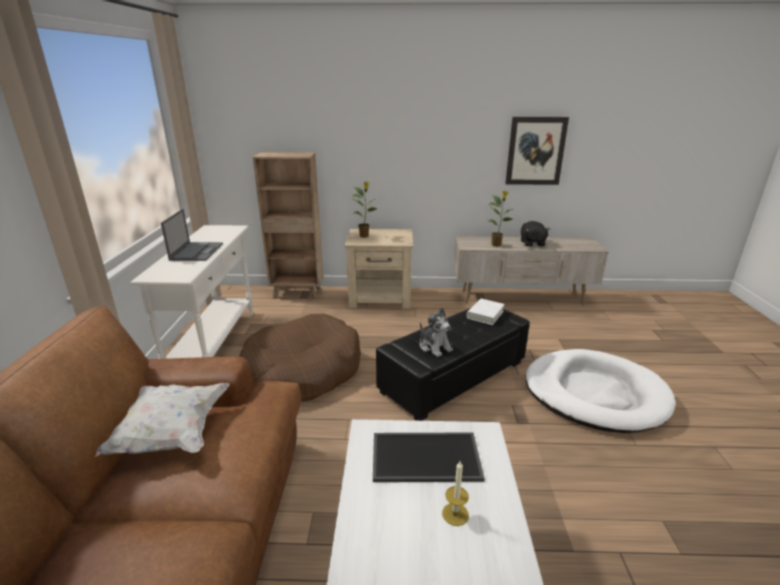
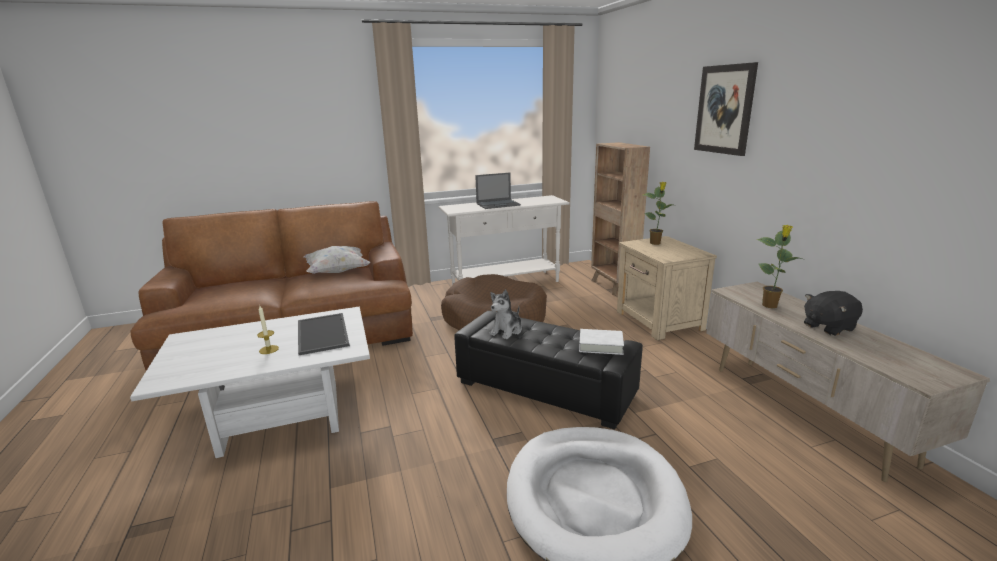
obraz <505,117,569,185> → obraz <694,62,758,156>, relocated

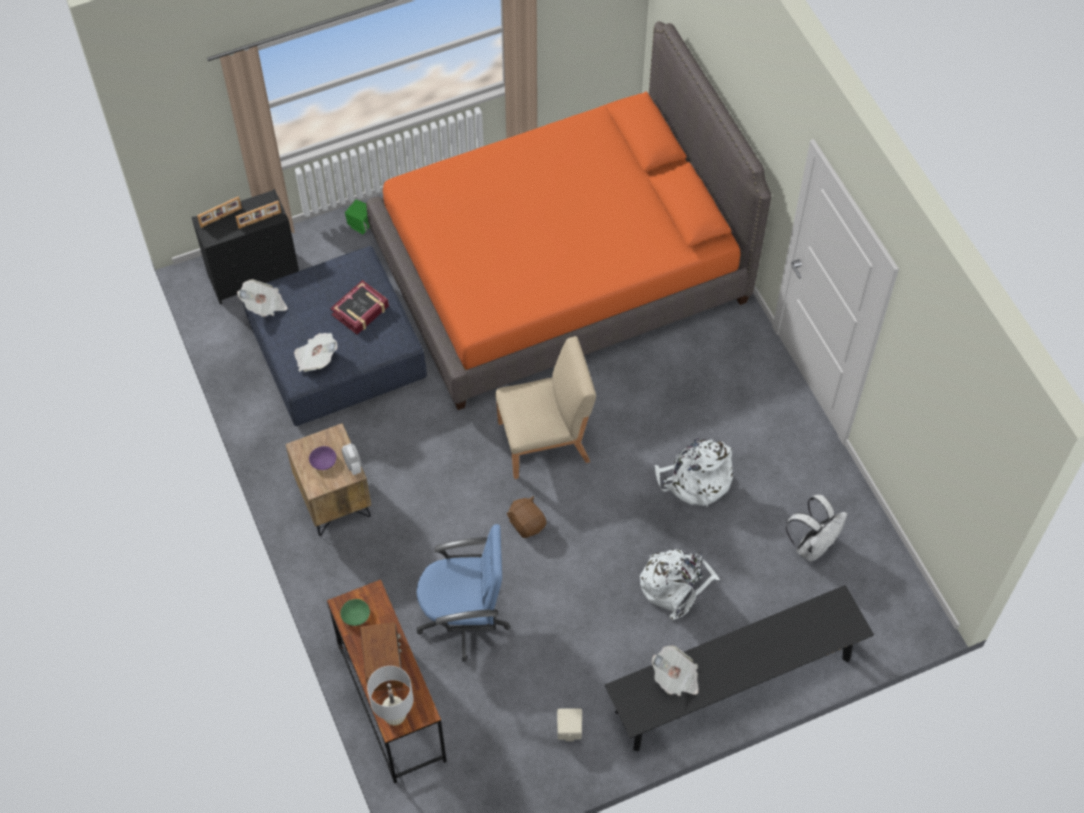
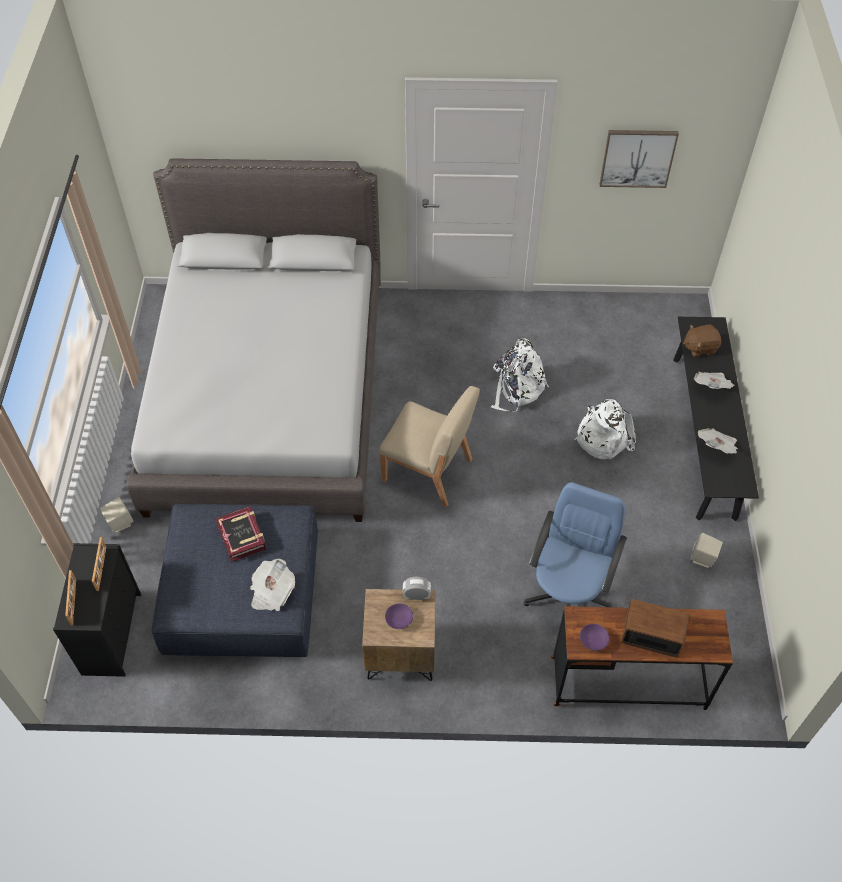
gazeta <237,279,287,317> → gazeta <694,372,735,389>, relocated
miska/zielony <340,599,370,626> → miska/fioletowy <580,624,609,651>
głośnik/zielony <345,200,369,234> → głośnik/beżowy <100,497,133,532>
łóżko/pomarańczowy <366,21,771,410> → łóżko/szary <126,158,381,522>
lampa stołowa/biały <367,666,414,726> → -
krzesło/beżowy <495,336,596,479> → krzesło/beżowy <379,386,480,507>, 105 degrees clockwise
pluszak/brązowy <506,496,546,538> → pluszak/brązowy <683,325,721,357>, relocated
plecak/biały <785,495,848,562> → -
- → obraz <600,130,679,188>

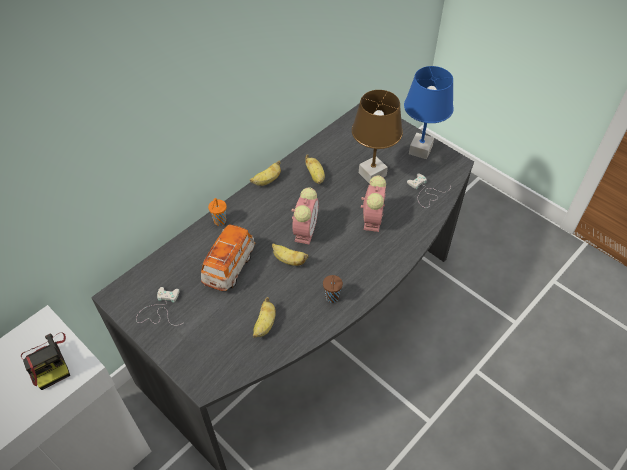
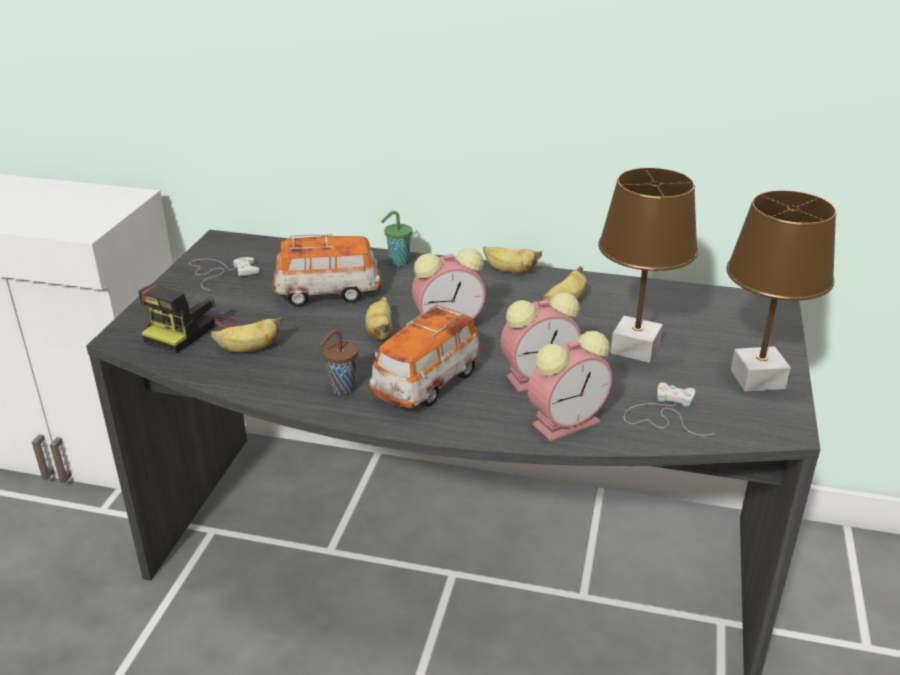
aparat fotograficzny <21,333,70,390> → aparat fotograficzny <138,284,237,353>, relocated
filiżanka/pomarańczowy <208,198,227,226> → filiżanka/zielony <381,211,412,267>
lampa stołowa/niebieski <404,66,454,159> → lampa stołowa/brązowy <726,190,836,392>
- → samochodzik <369,304,481,408>
- → budzik <528,331,612,441>

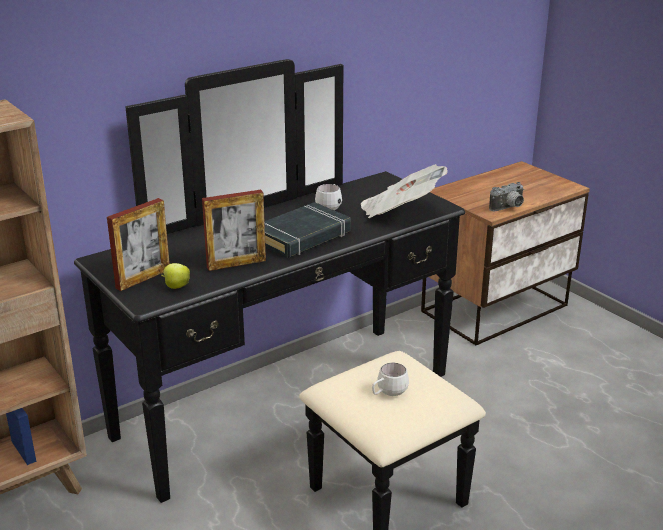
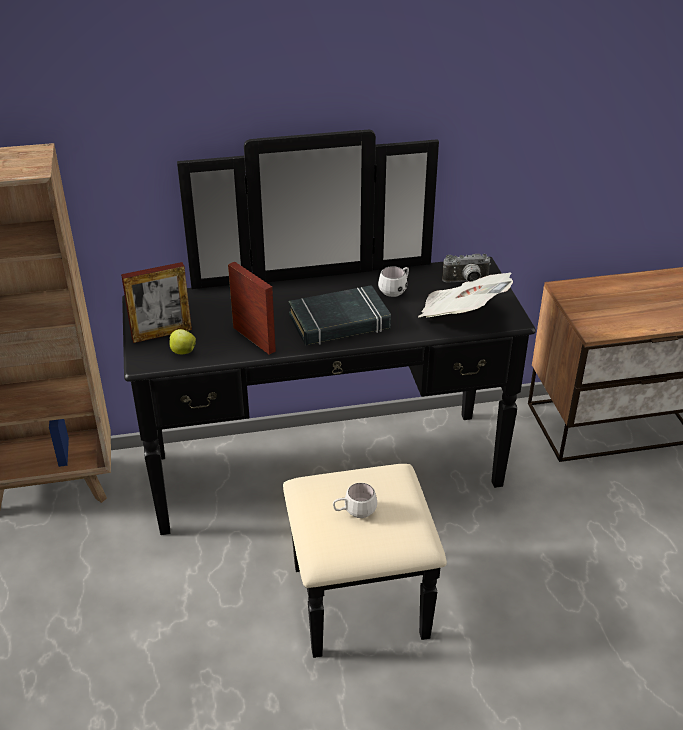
ramka na zdjęcie <202,190,266,271> → ramka na zdjęcie <228,262,276,355>, 135 degrees counterclockwise
aparat fotograficzny <489,182,524,211> → aparat fotograficzny <442,254,491,283>, relocated

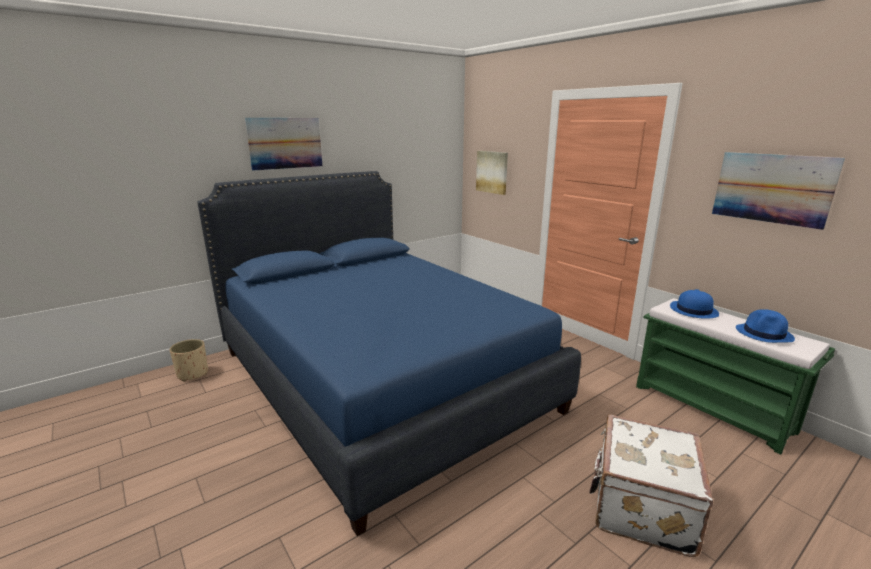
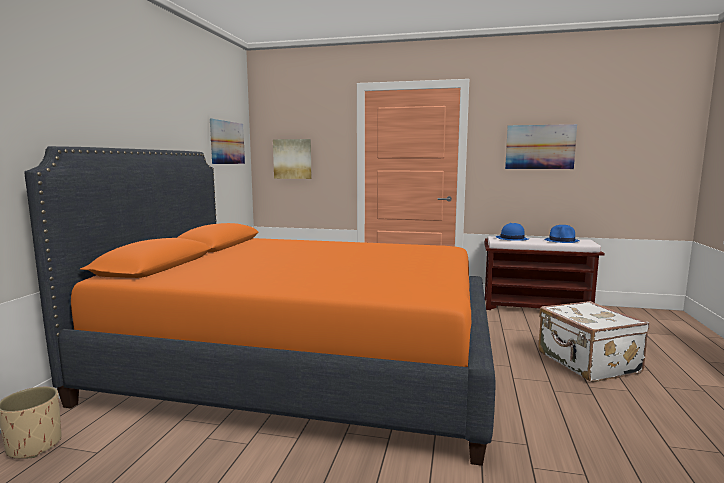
łóżko/niebieski <197,171,581,536> → łóżko/pomarańczowy <25,146,496,466>
obraz <245,118,322,171> → obraz <210,119,245,164>, relocated
ławka/zielony <636,298,835,455> → ławka/brązowy <484,236,605,310>

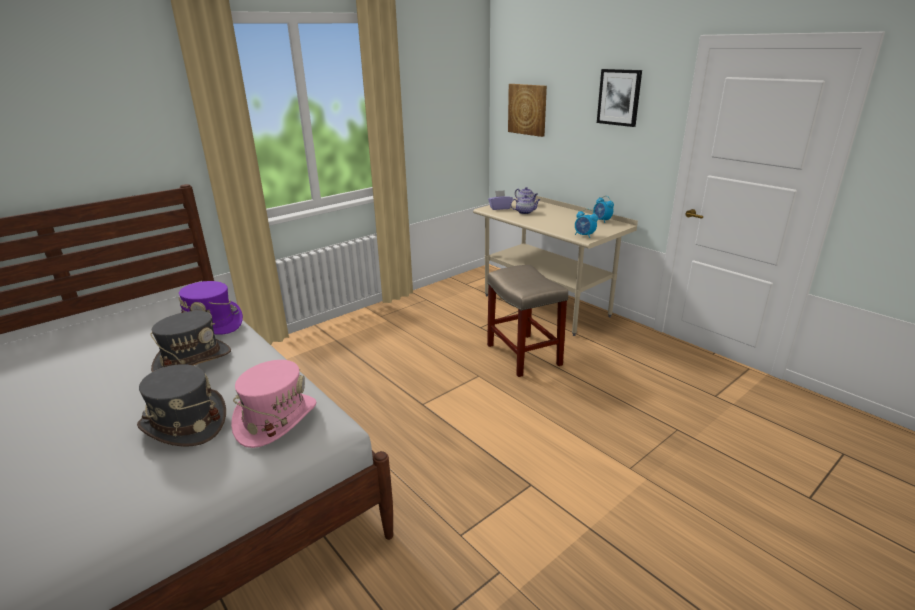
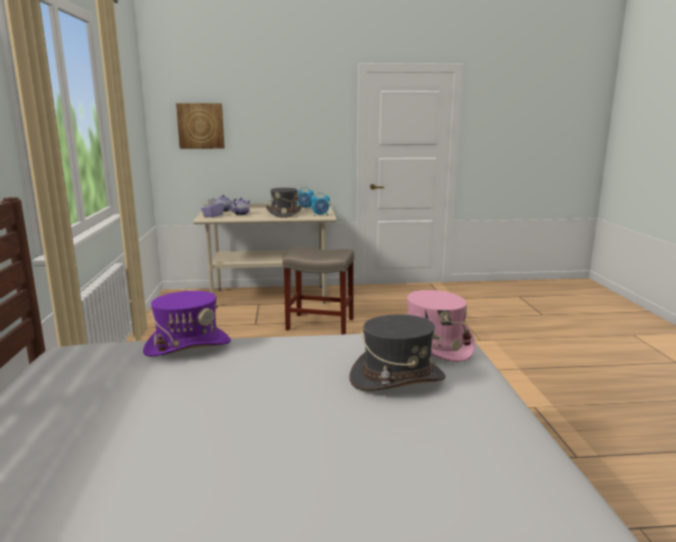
kapelusz/szary <150,311,231,372> → kapelusz/szary <266,188,303,218>, relocated
obraz <597,69,642,127> → -

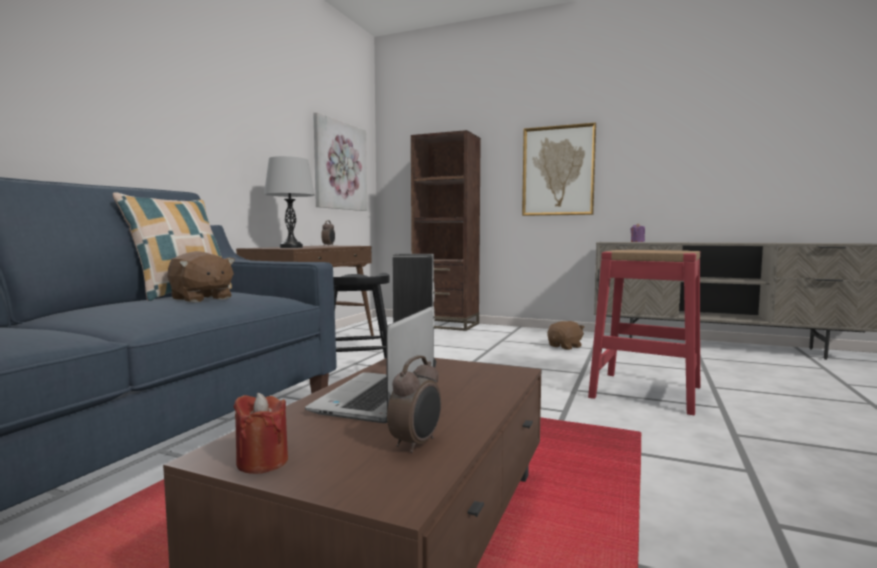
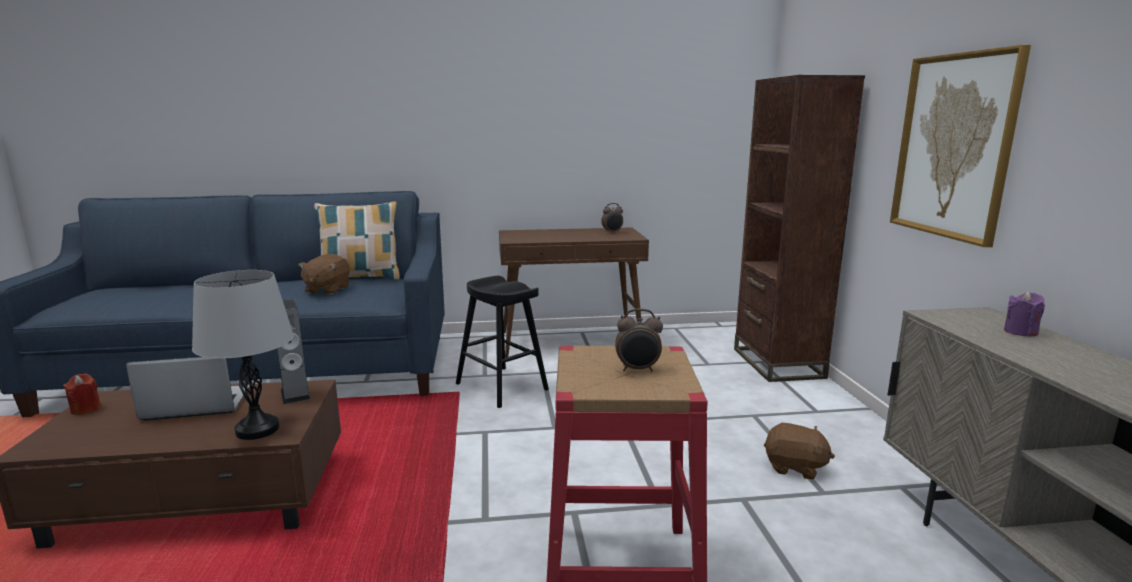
lampa stołowa/szary <264,156,315,248> → lampa stołowa/szary <192,270,294,440>, relocated
obraz <313,112,367,211> → -
budzik <387,355,441,453> → budzik <615,309,663,372>, relocated

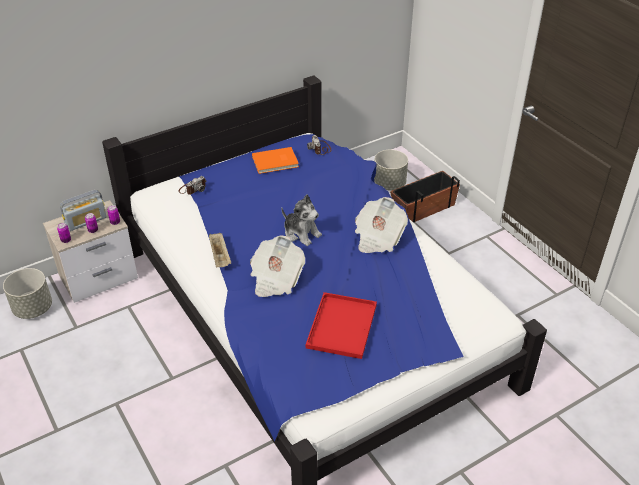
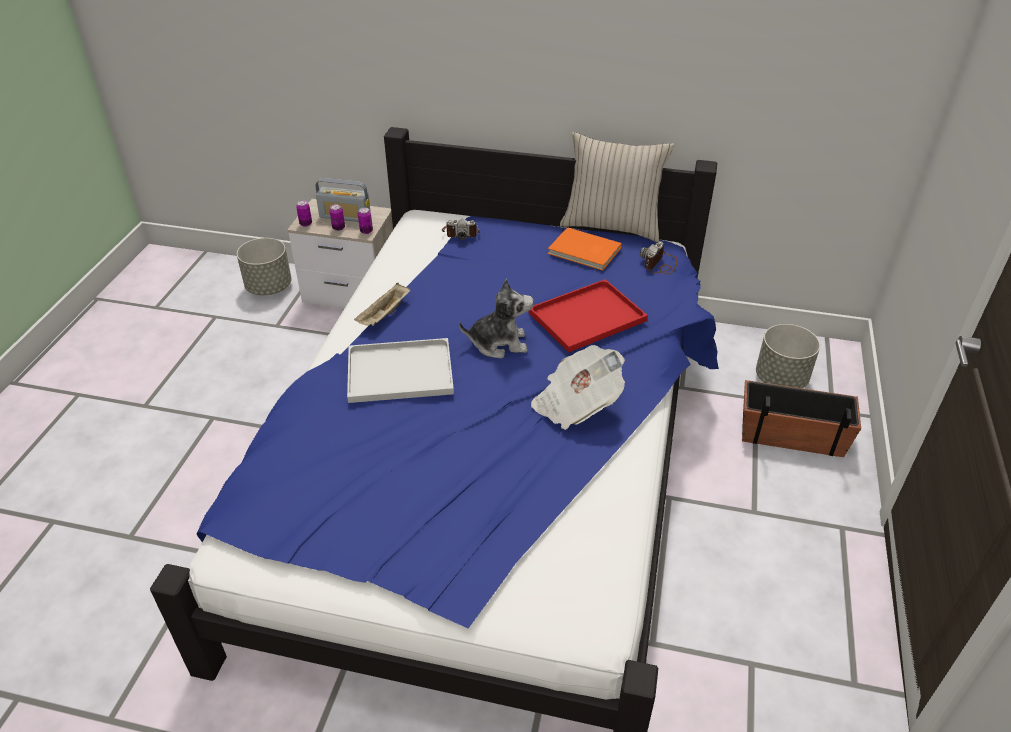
gazeta <250,235,306,297> → taca/biały <347,338,454,403>
pluszak <282,194,322,246> → pluszak <459,278,534,359>, 90 degrees counterclockwise
taca/czerwony <306,292,377,359> → taca/czerwony <529,279,648,353>, relocated
- → poduszka/beżowy <560,132,674,242>

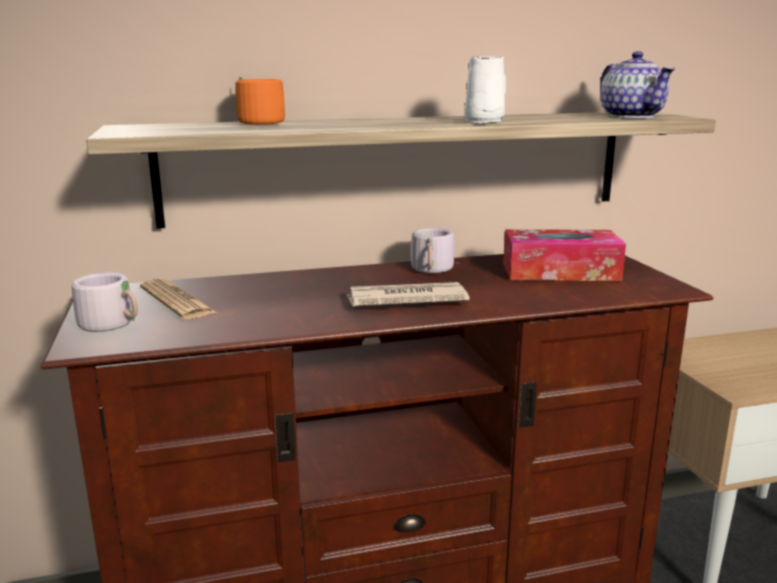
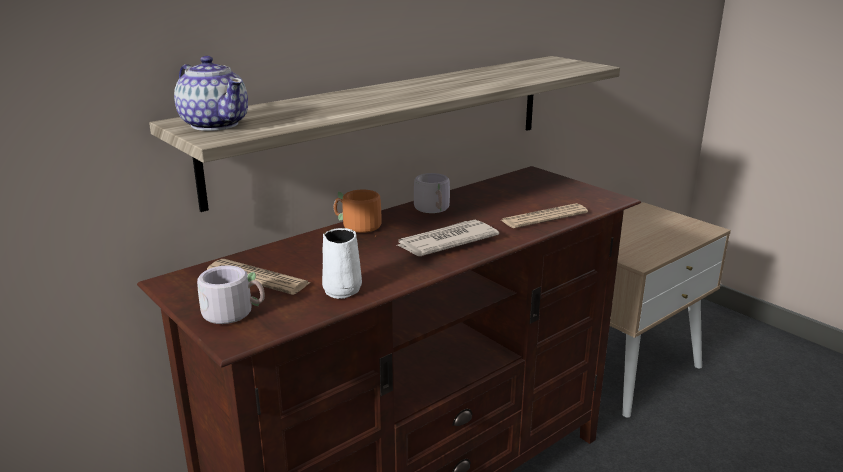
kubek/pomarańczowy <235,77,285,127> → kubek/pomarańczowy <334,190,382,239>, relocated
kubek/biały <464,57,506,124> → kubek/biały <322,228,362,299>, relocated
pudełko chusteczek <503,229,626,281> → -
imbryk <600,51,675,118> → imbryk <174,56,248,131>, relocated
- → gazeta <501,203,588,228>

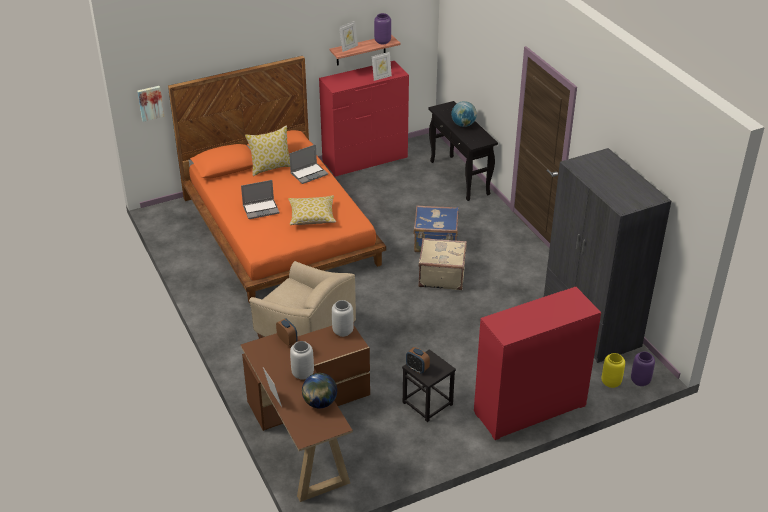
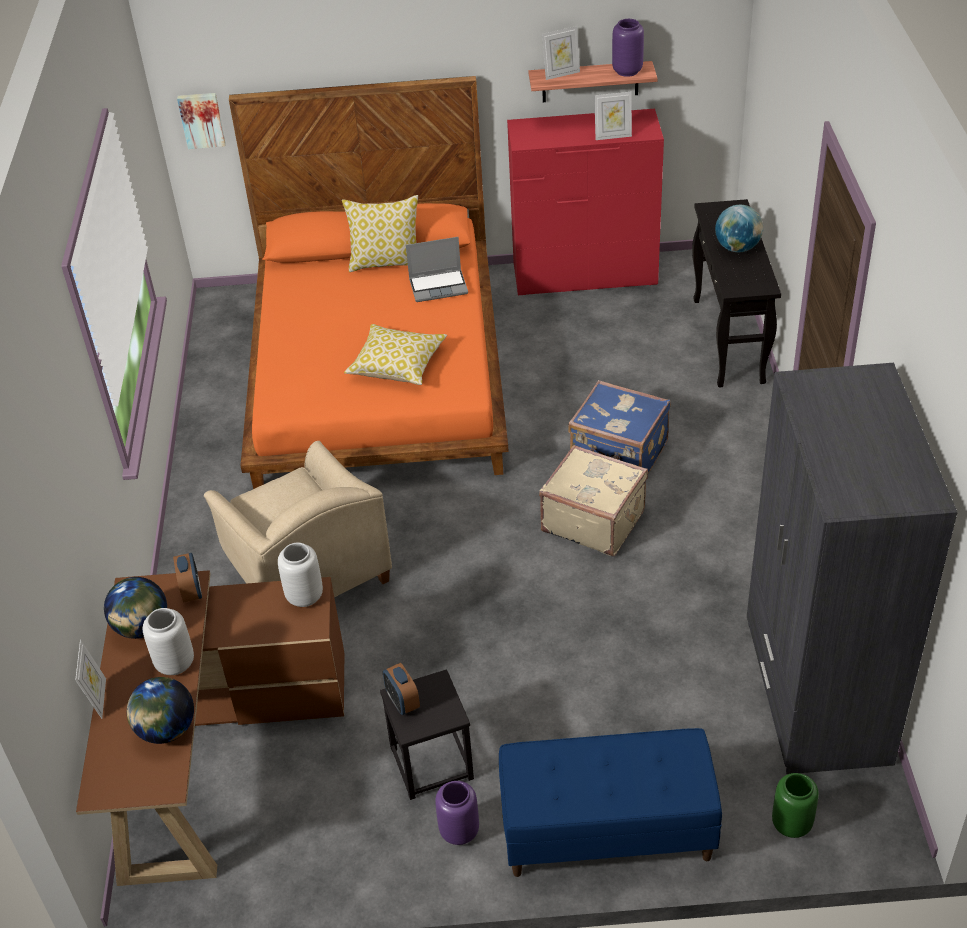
laptop <241,180,280,219> → -
komoda/czerwony <474,287,601,440> → ławka/niebieski <499,728,722,877>
wazon/żółty <602,353,625,388> → wazon/zielony <772,773,819,838>
wazon/fioletowy <631,351,655,386> → wazon/fioletowy <435,781,479,845>, relocated
- → globus <104,577,167,639>

